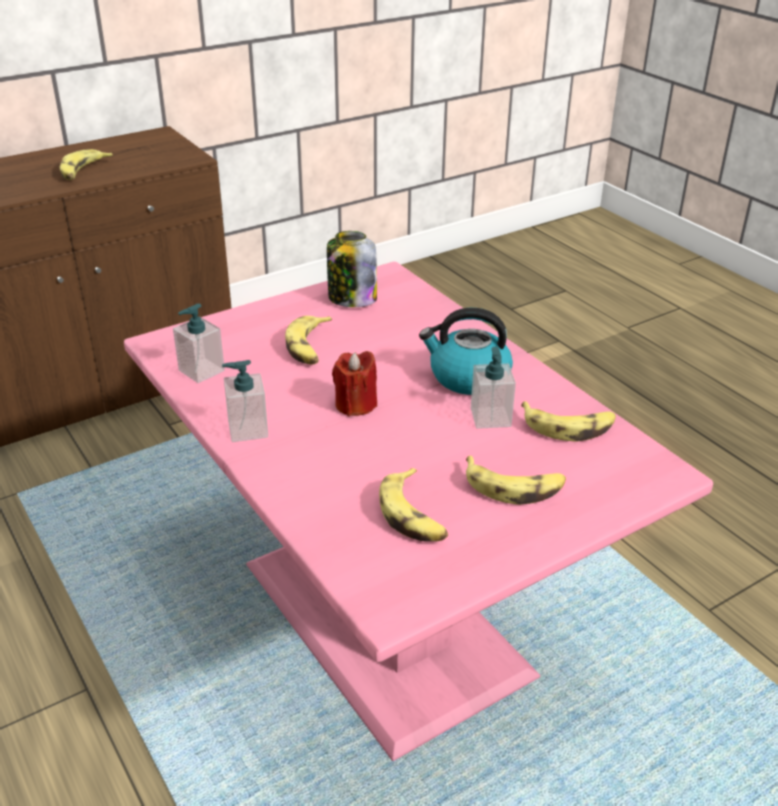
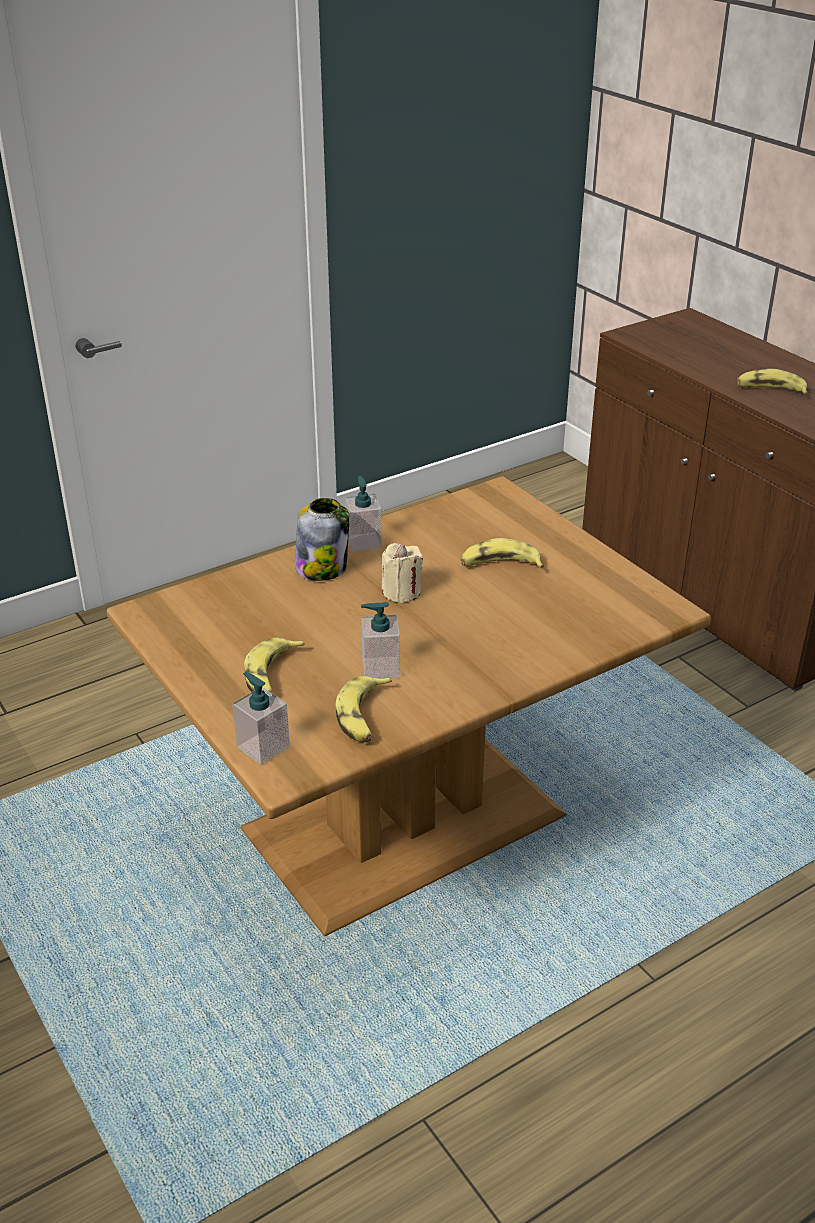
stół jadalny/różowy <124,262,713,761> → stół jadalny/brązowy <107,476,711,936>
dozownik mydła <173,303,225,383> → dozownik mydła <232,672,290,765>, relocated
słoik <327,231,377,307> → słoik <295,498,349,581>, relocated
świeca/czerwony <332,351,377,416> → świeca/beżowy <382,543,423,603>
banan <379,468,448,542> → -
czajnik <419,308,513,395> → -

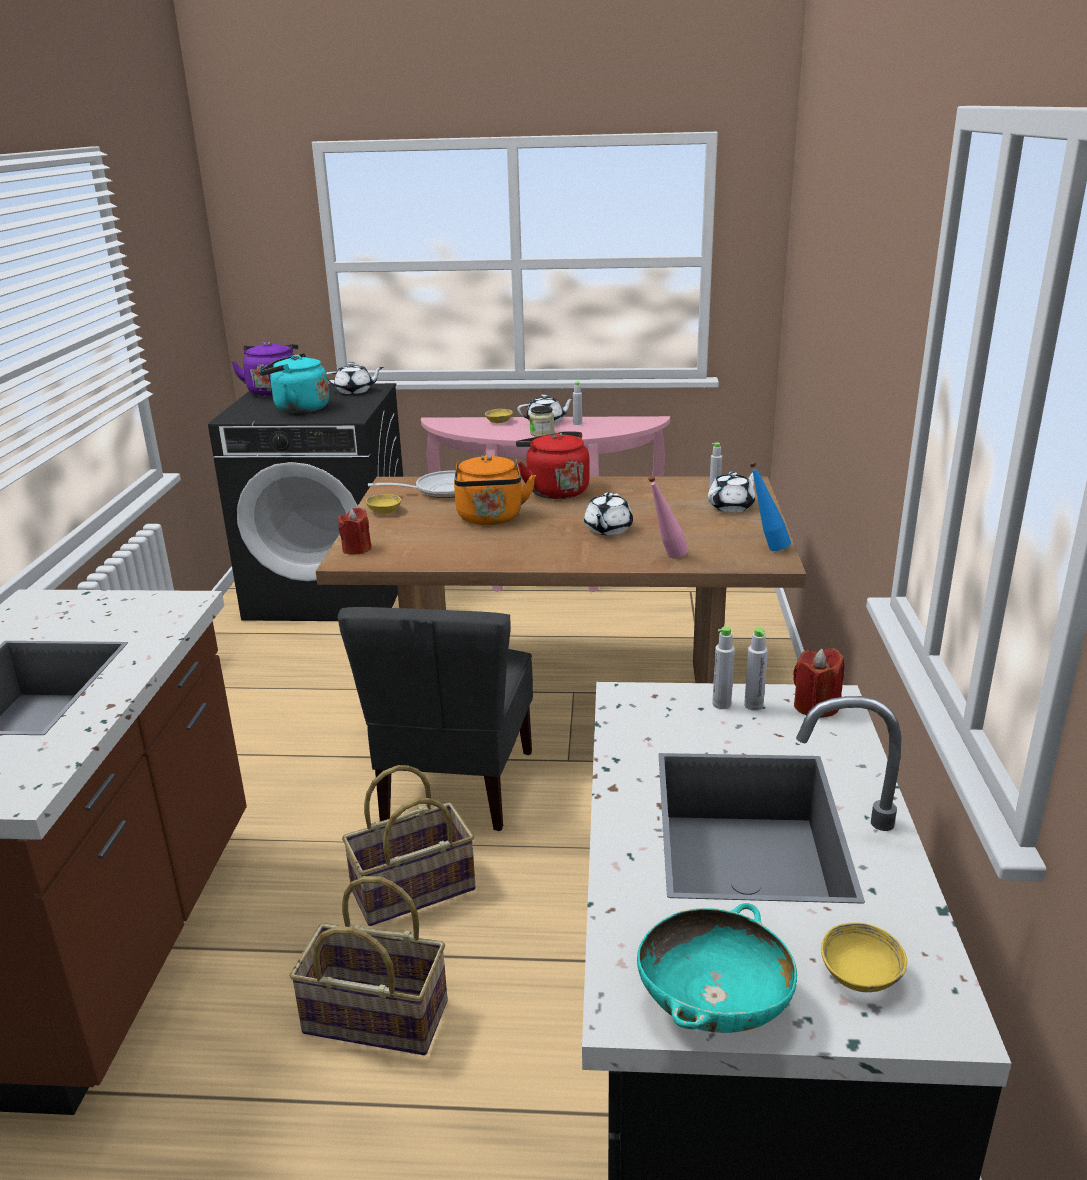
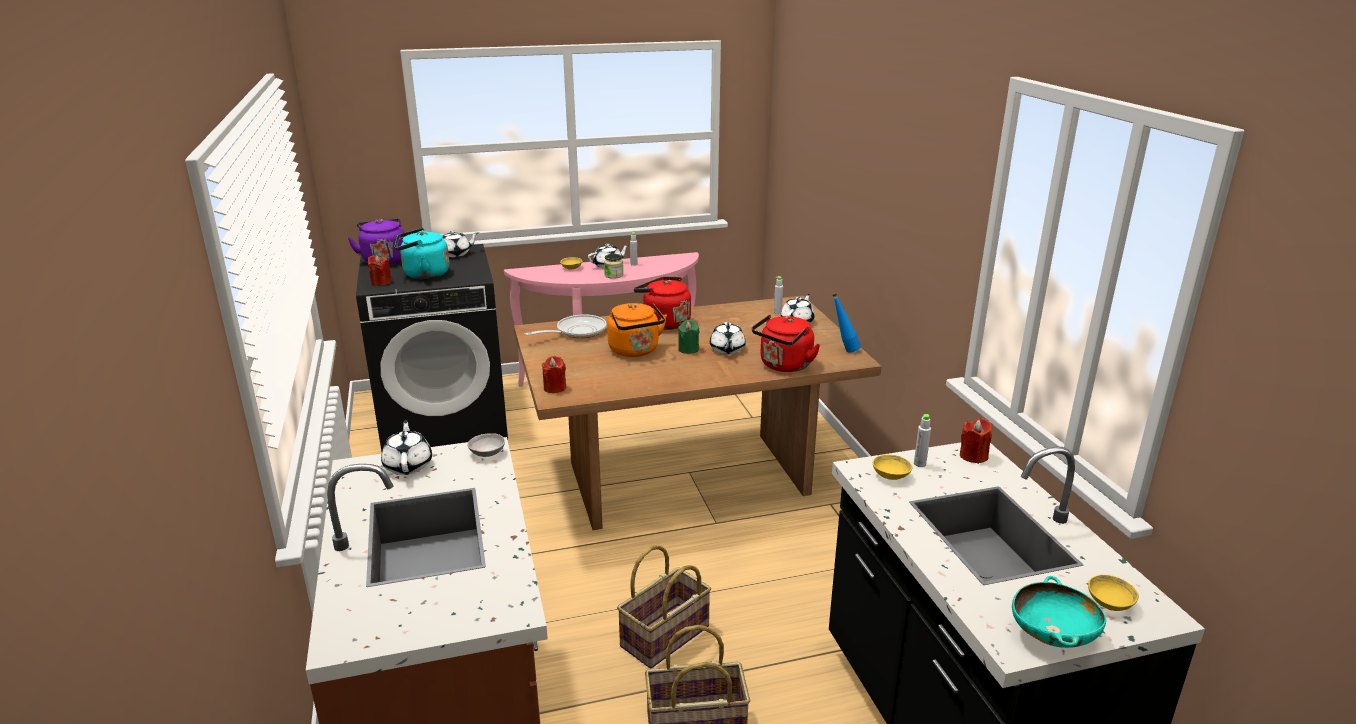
krzesło/szary <338,607,533,831> → -
miska/żółty <366,494,401,514> → miska/żółty <873,455,912,480>, relocated
butelka/różowy <648,475,688,558> → czajnik/czerwony <752,314,820,372>
butelka/szary <744,627,768,711> → -
- → świeca/czerwony <368,255,392,286>
- → imbryk/biały <381,420,432,475>
- → miska/szary <467,433,505,457>
- → świeca/zielony <678,320,699,354>

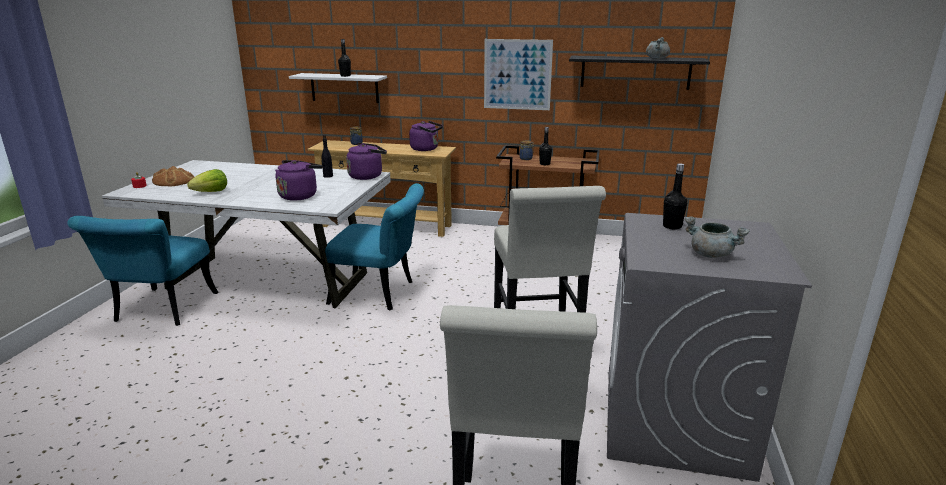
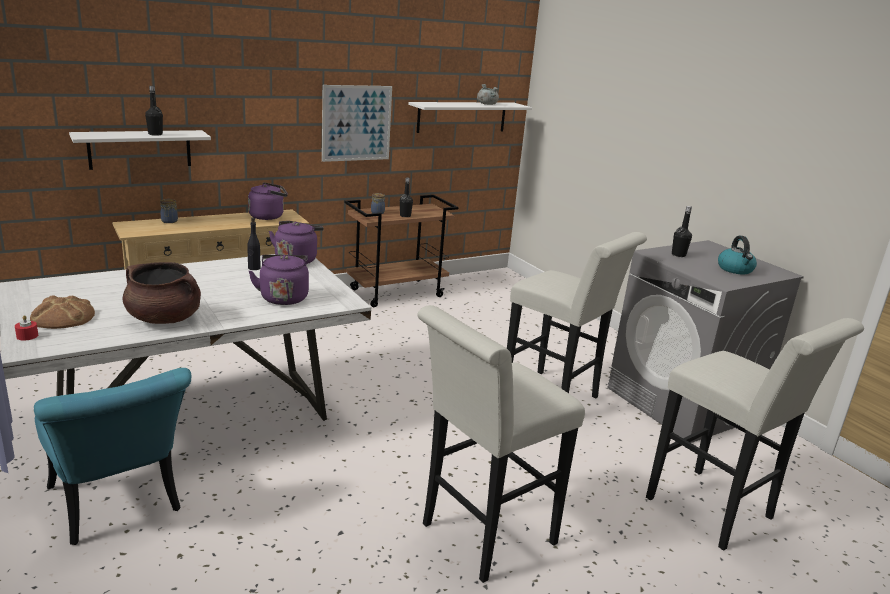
sałata <187,169,227,192> → garnek/brązowy <123,262,201,324>
krzesło/turkusowy <325,183,424,311> → -
półka/czarny <569,56,710,90> → półka/biały <408,102,532,133>
garnek/szary <685,216,750,258> → czajnik <718,236,757,274>
- → stołek/biały <418,305,585,583>

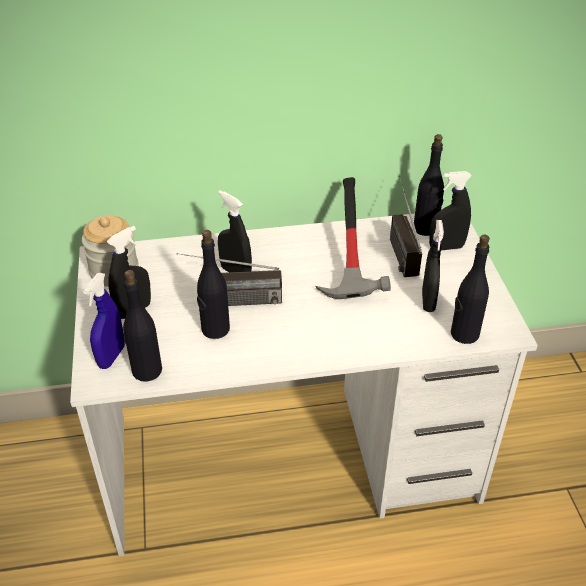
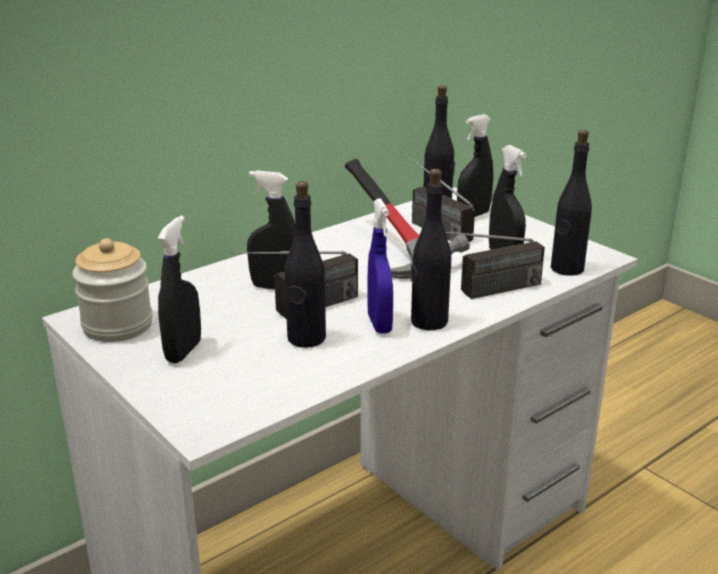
spryskiwacz/niebieski <83,273,125,369> → spryskiwacz/niebieski <367,198,393,334>, relocated
butelka/czarny <123,270,162,382> → butelka/czarny <411,169,451,330>, relocated
- → radio <445,232,545,299>

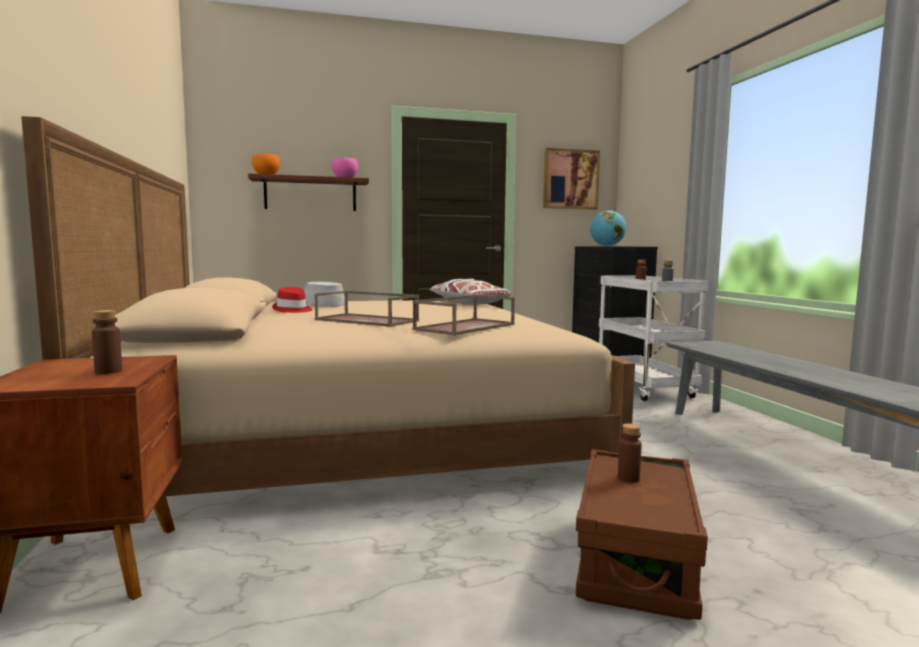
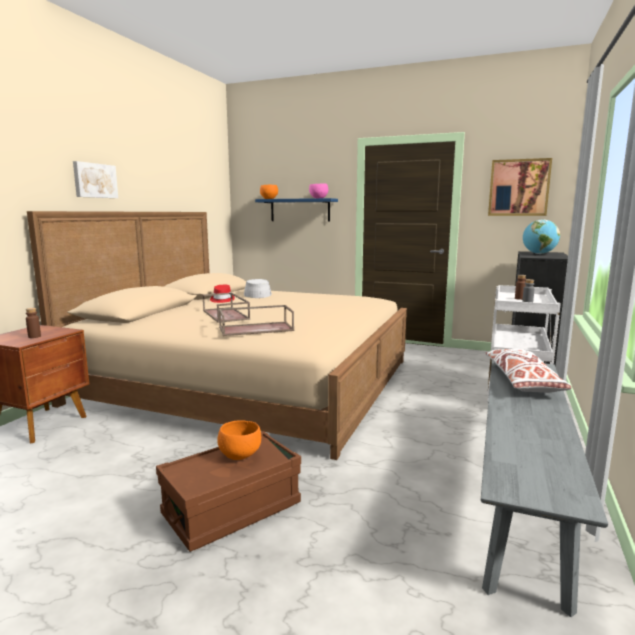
półka/brązowy <248,173,369,211> → półka/niebieski <255,198,338,222>
poduszka/biały <429,279,511,304> → poduszka/biały <485,349,571,393>, relocated
butelka/brązowy <618,423,642,483> → miska/pomarańczowy <217,420,261,460>
- → obraz <73,161,118,198>

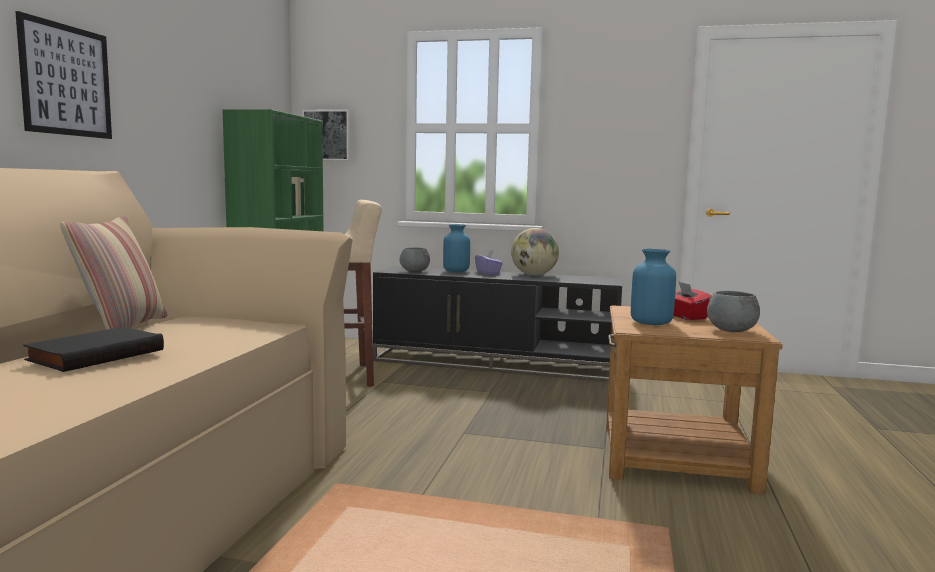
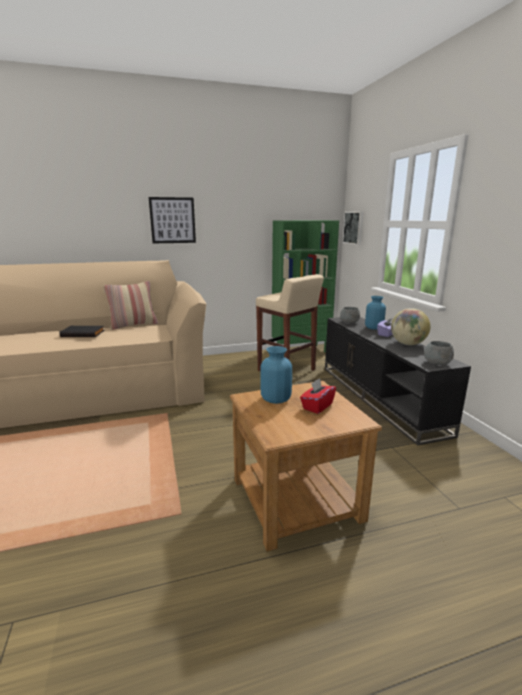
miska/szary <707,291,760,332> → miska/szary <424,341,454,365>, relocated

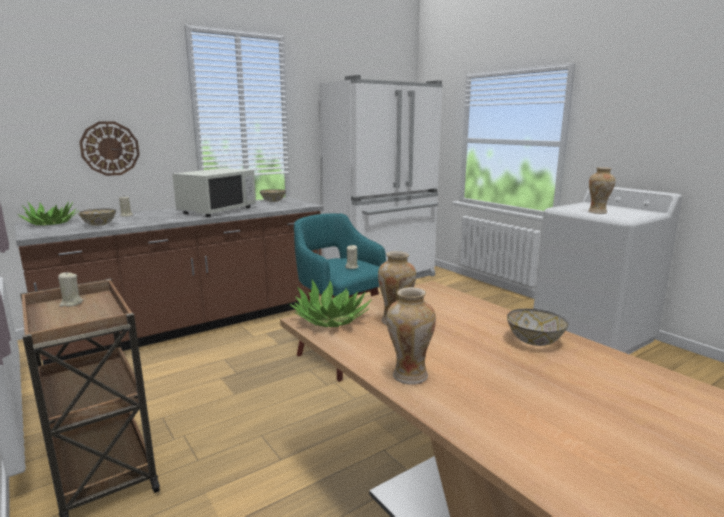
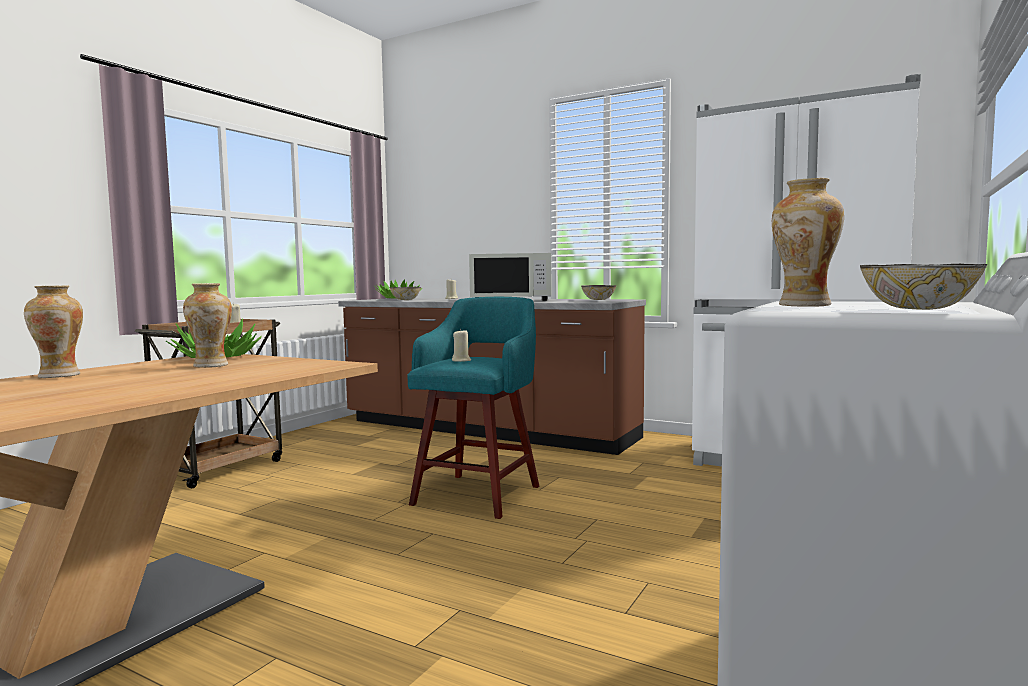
zegar ścienny <79,122,140,176> → -
miska <507,309,569,346> → miska <860,264,987,310>, relocated

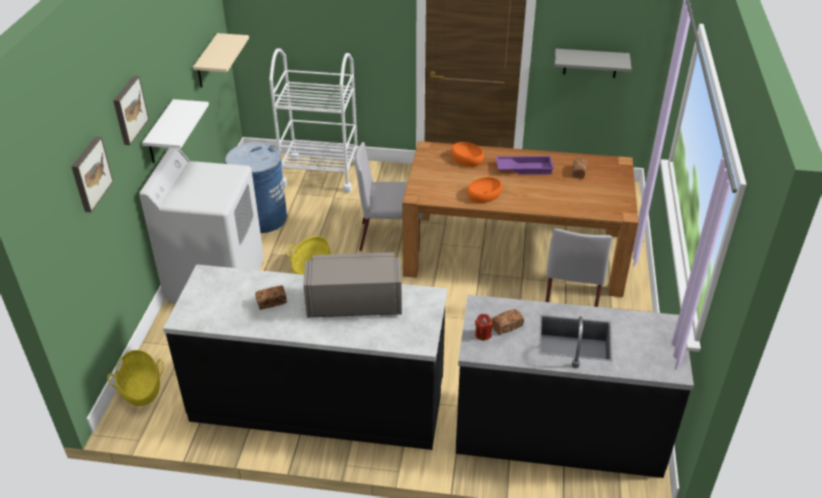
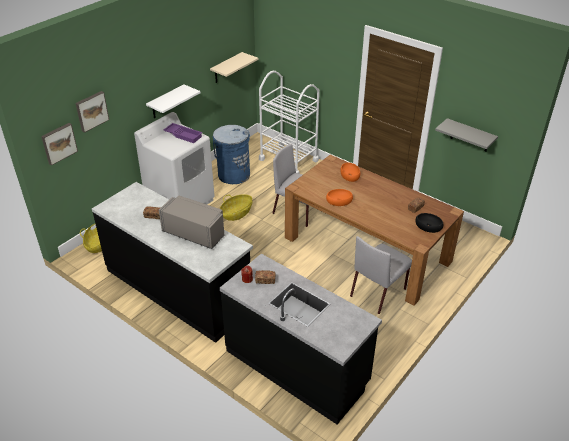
obraz <113,76,149,145> → obraz <41,123,78,166>, relocated
taca/fioletowy <496,156,554,175> → taca/fioletowy <164,123,203,143>, relocated
- → miska/czarny <415,213,443,233>

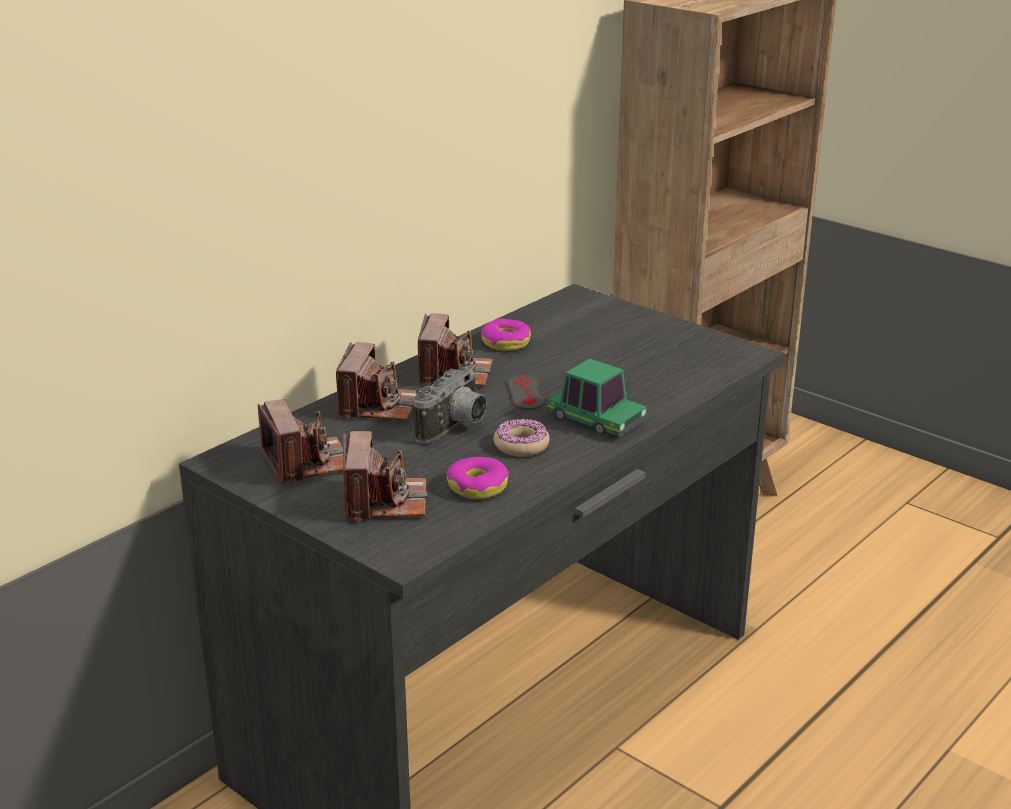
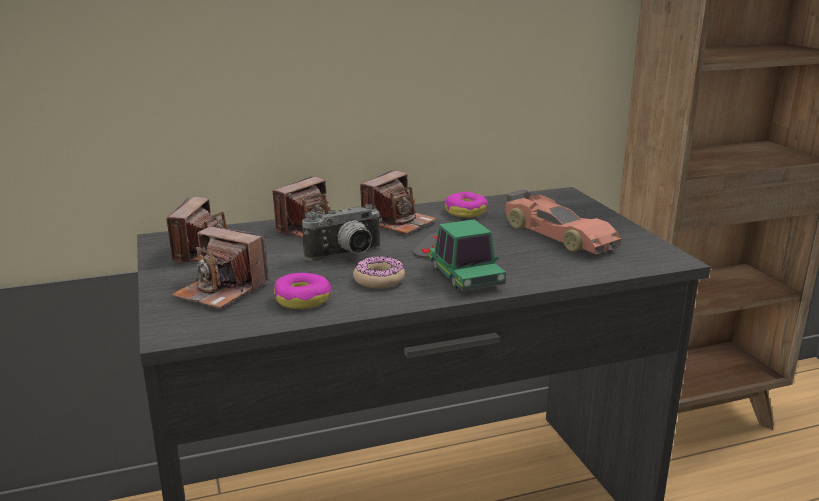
aparat fotograficzny <343,431,427,522> → aparat fotograficzny <171,226,269,309>, 90 degrees clockwise
- → samochodzik <506,189,621,255>

